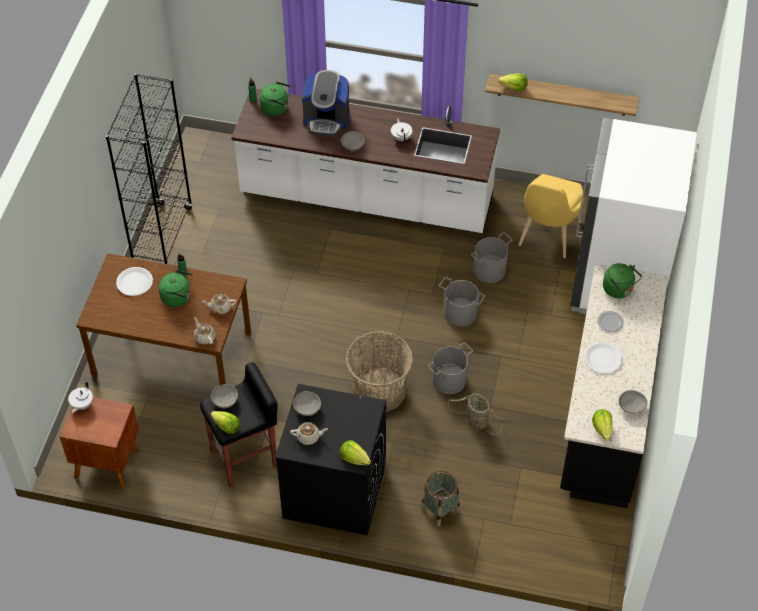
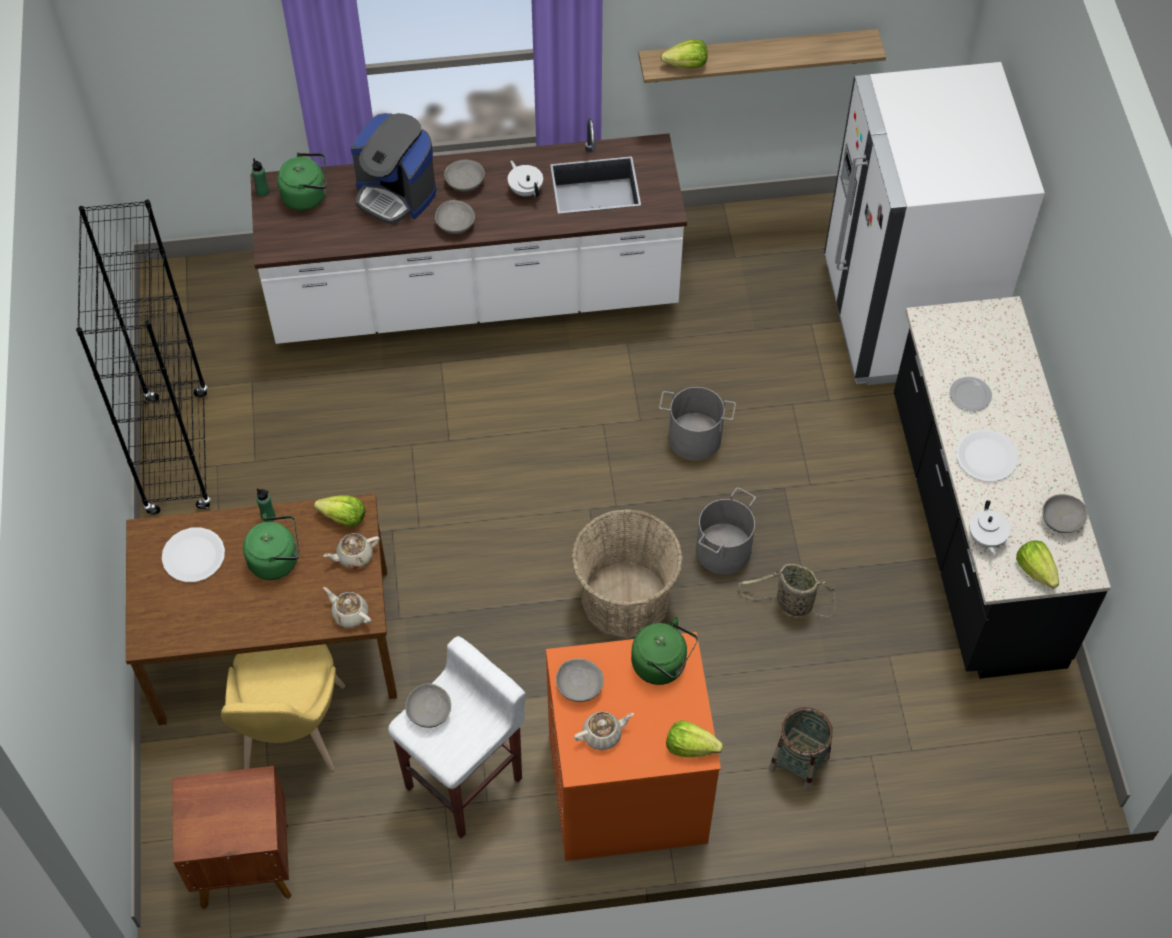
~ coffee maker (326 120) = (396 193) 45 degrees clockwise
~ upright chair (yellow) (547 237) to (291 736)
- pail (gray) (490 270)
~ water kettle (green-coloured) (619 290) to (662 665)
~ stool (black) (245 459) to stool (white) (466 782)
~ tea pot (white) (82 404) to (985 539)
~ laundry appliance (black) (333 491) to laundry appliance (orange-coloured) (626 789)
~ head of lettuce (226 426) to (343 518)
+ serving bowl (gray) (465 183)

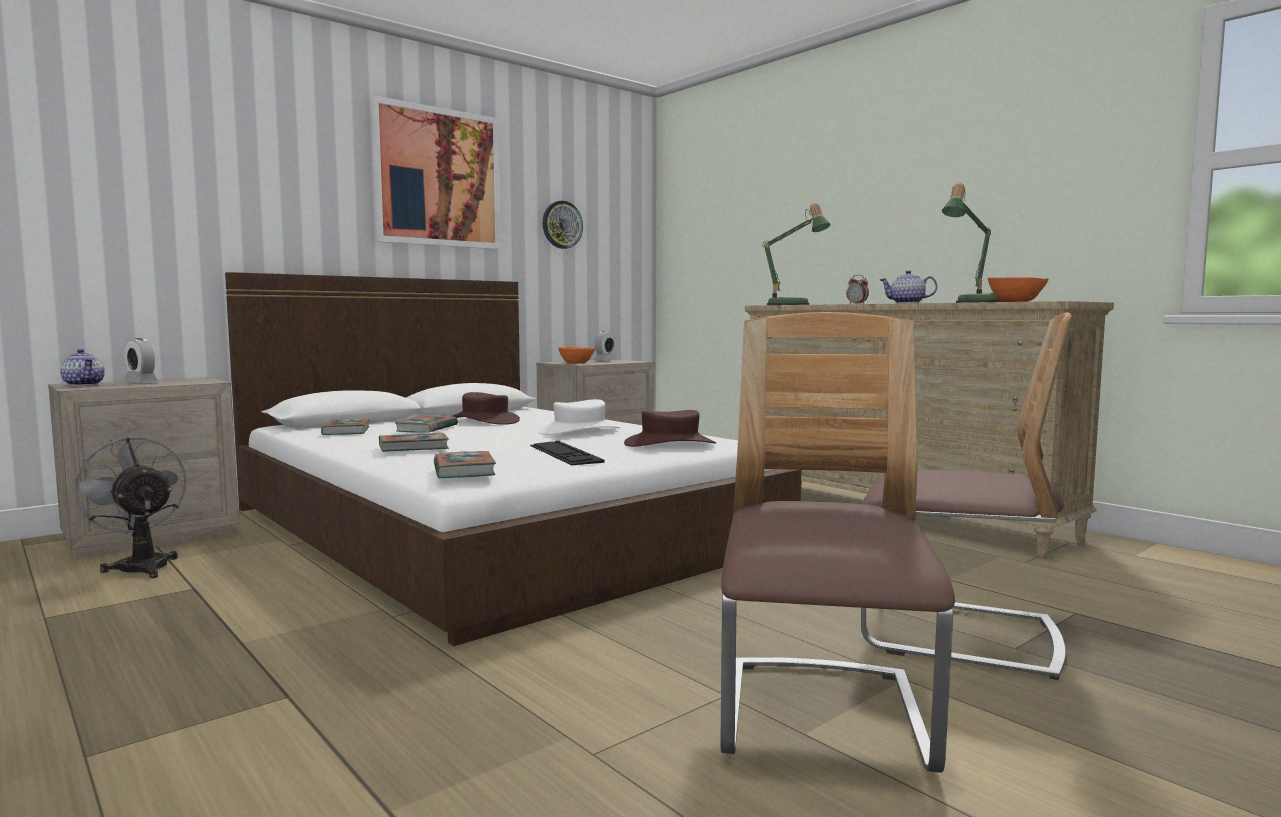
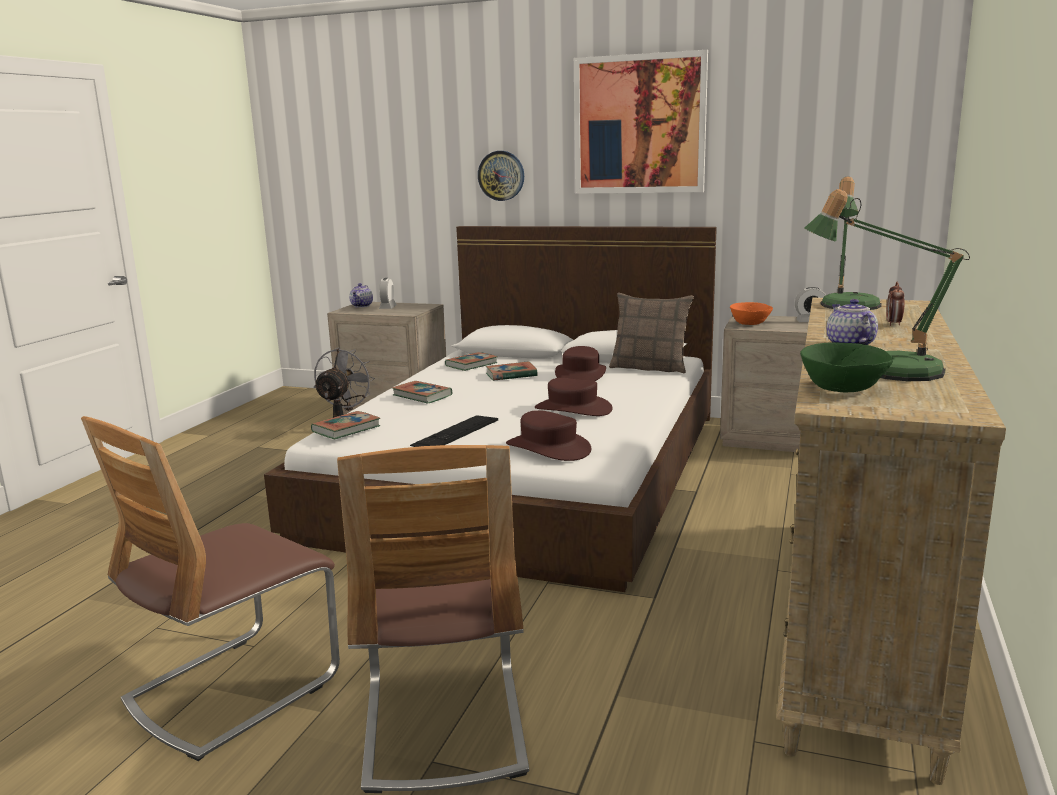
~ hanging clock (562 225) to (501 175)
~ serving bowl (orange-coloured) (1016 301) to serving bowl (green-coloured) (841 388)
~ upright chair (822 718) = (233 689) 150 degrees clockwise
~ wearable hat (white) (579 431) to wearable hat (brown-coloured) (573 409)
+ pillow (650 368)

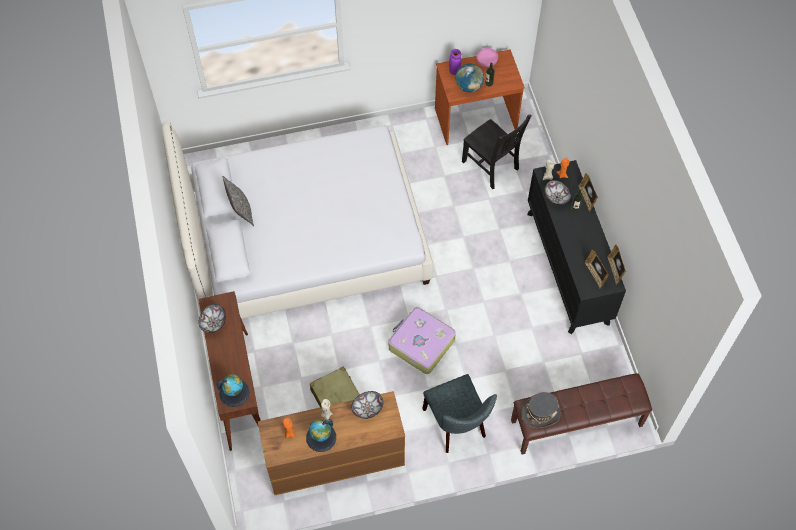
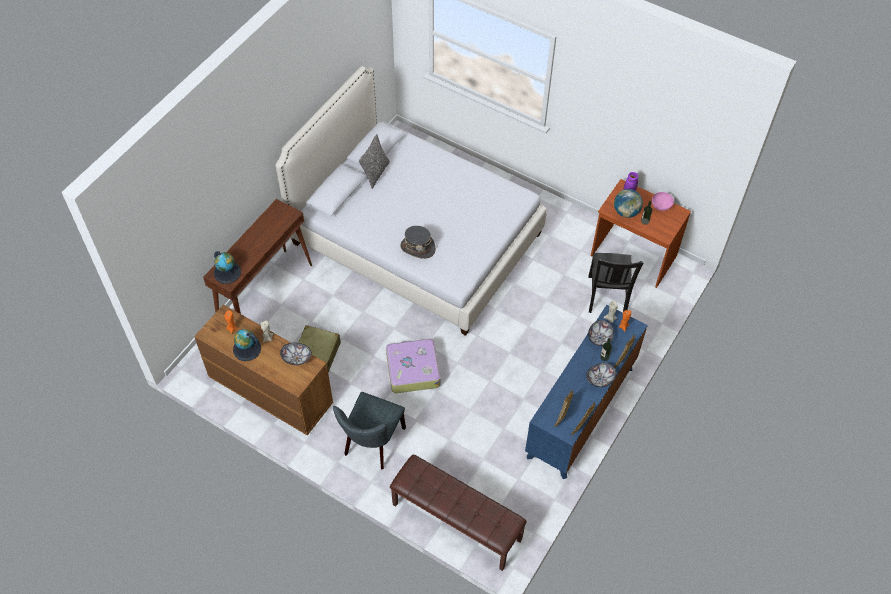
~ dresser (black) (568 267) to dresser (blue) (580 412)
~ serving bowl (213 322) to (599 379)
~ wearable hat (gray) (541 413) to (418 247)

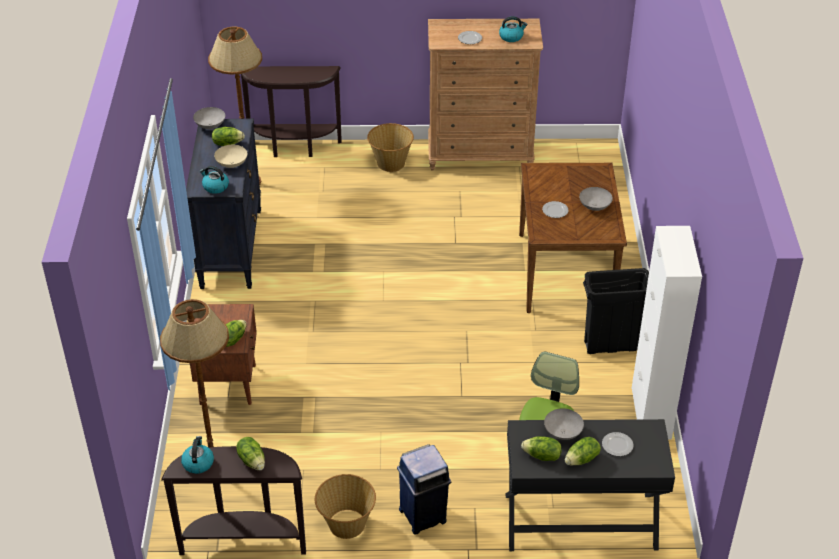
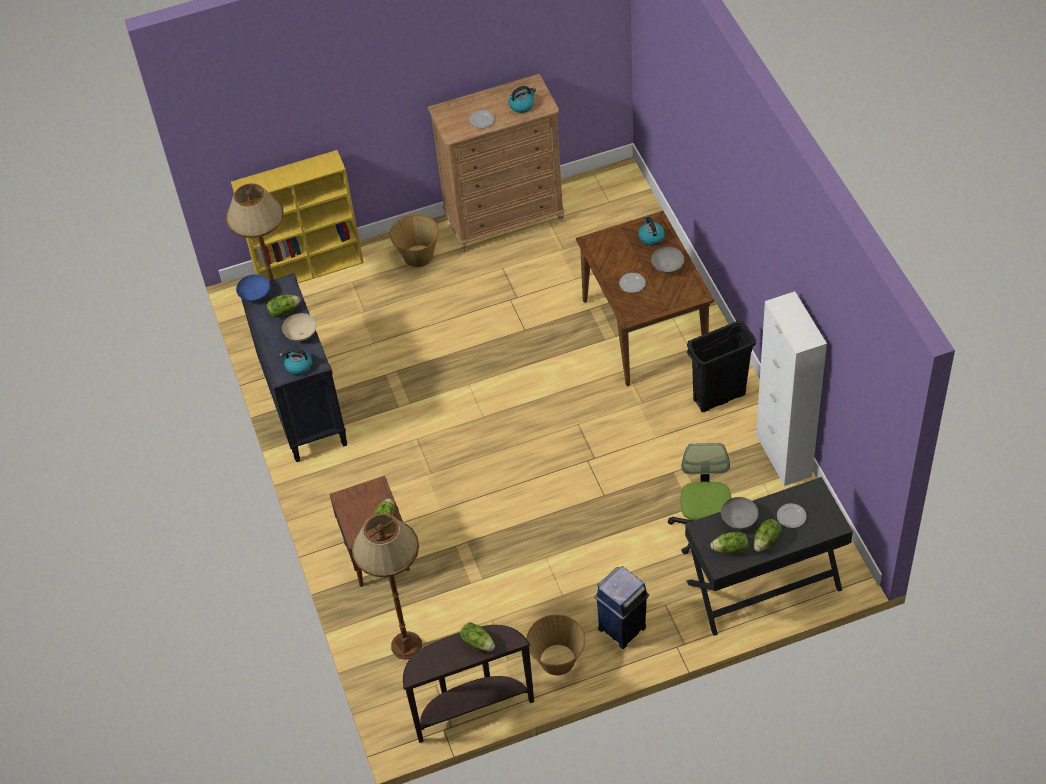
~ hall table (brown-coloured) (294 148) to bookshelf (yellow) (310 268)
~ serving bowl (gray) (210 125) to serving bowl (blue) (254 295)
~ water kettle (198 463) to (651 237)

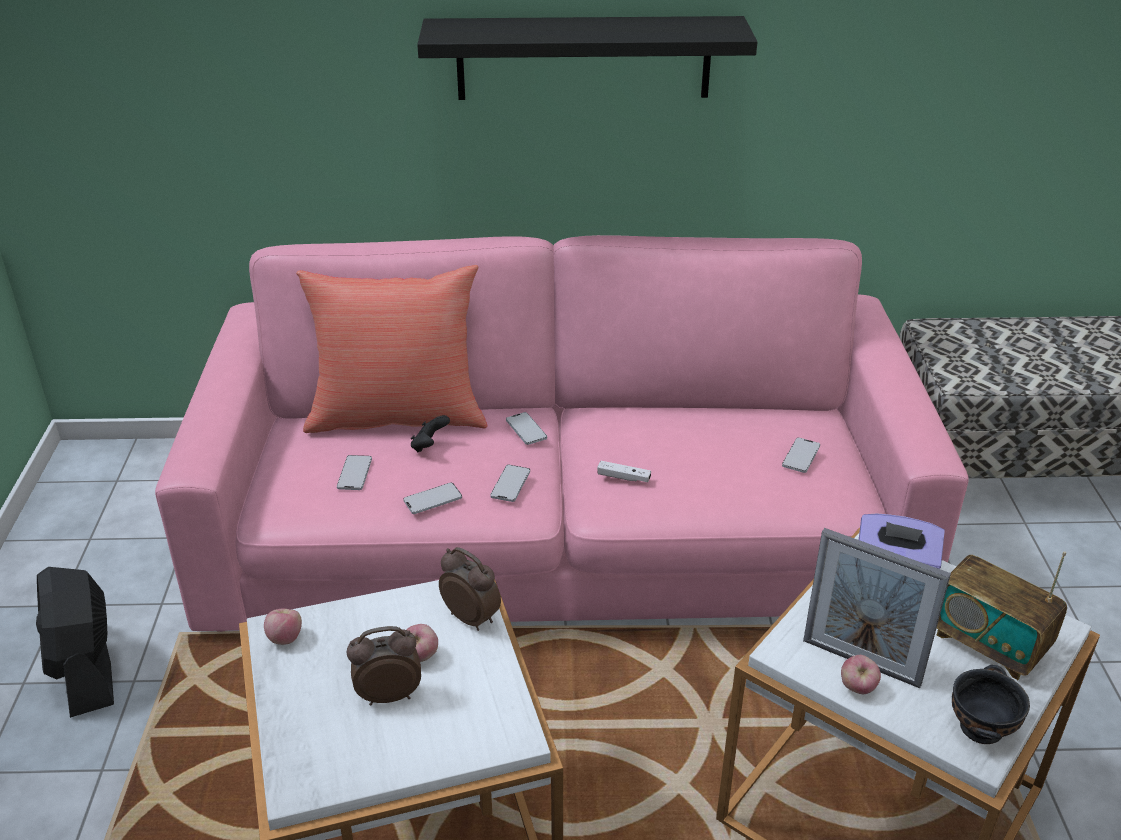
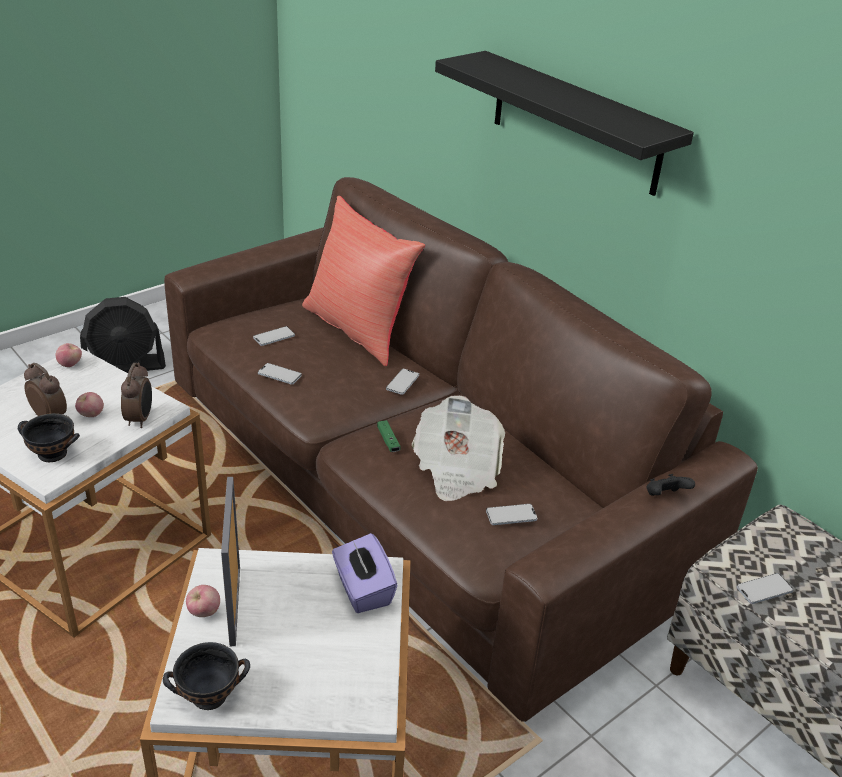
~ couch (pink) (560 529) to couch (brown-coloured) (415 479)
~ gamepad (black) (429 446) to (665 497)
~ gamepad (white) (623 477) to gamepad (green-coloured) (388 440)
~ handset (510 484) to (764 589)
- radio receiver (988 644)
~ fan (black) (86 669) = (125 366) 135 degrees counterclockwise
+ printed paper (456 469)
+ serving bowl (black) (52 453)

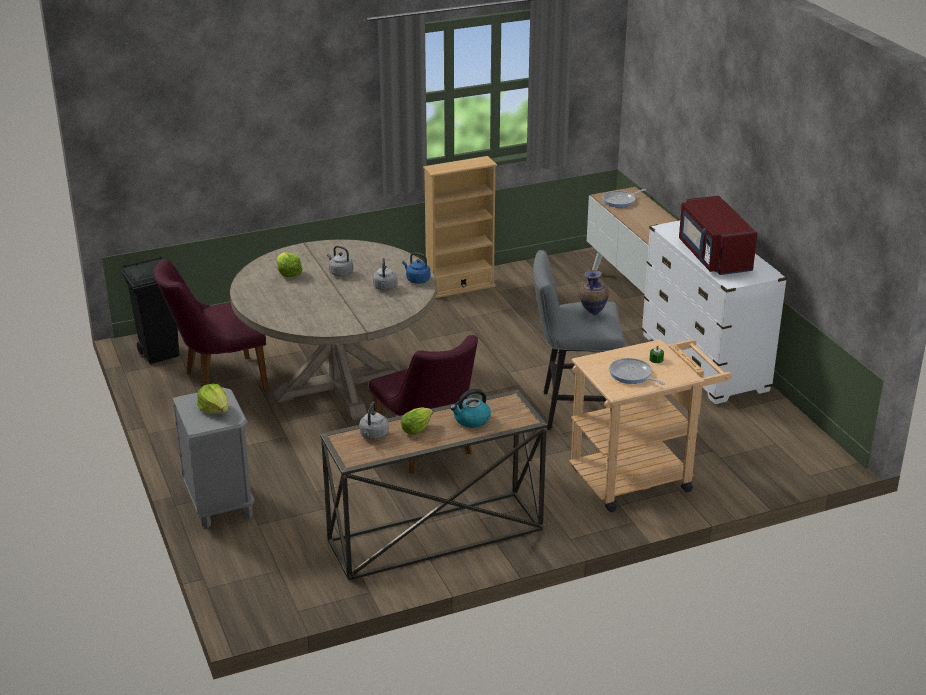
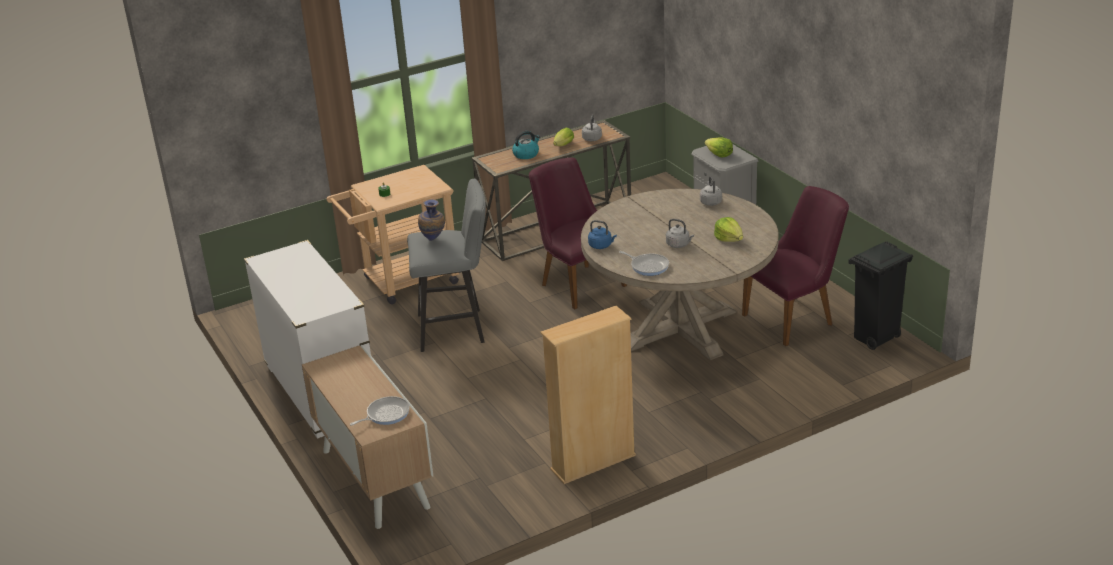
- microwave (red) (713 256)
~ water kettle (gray) (385 288) to (710 202)
~ frying pan (632 375) to (648 266)

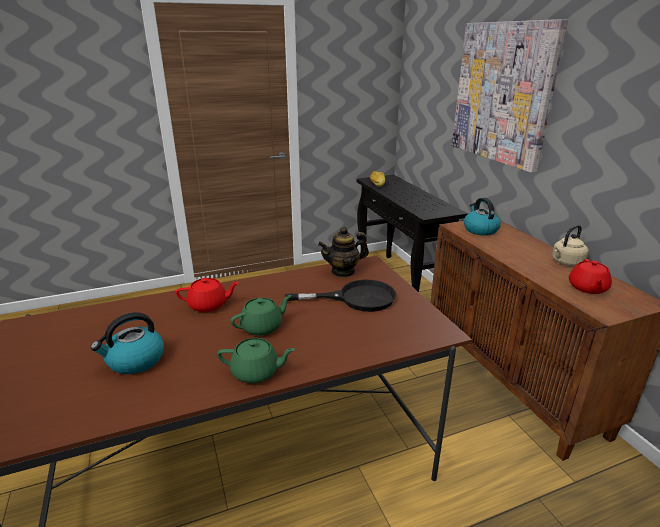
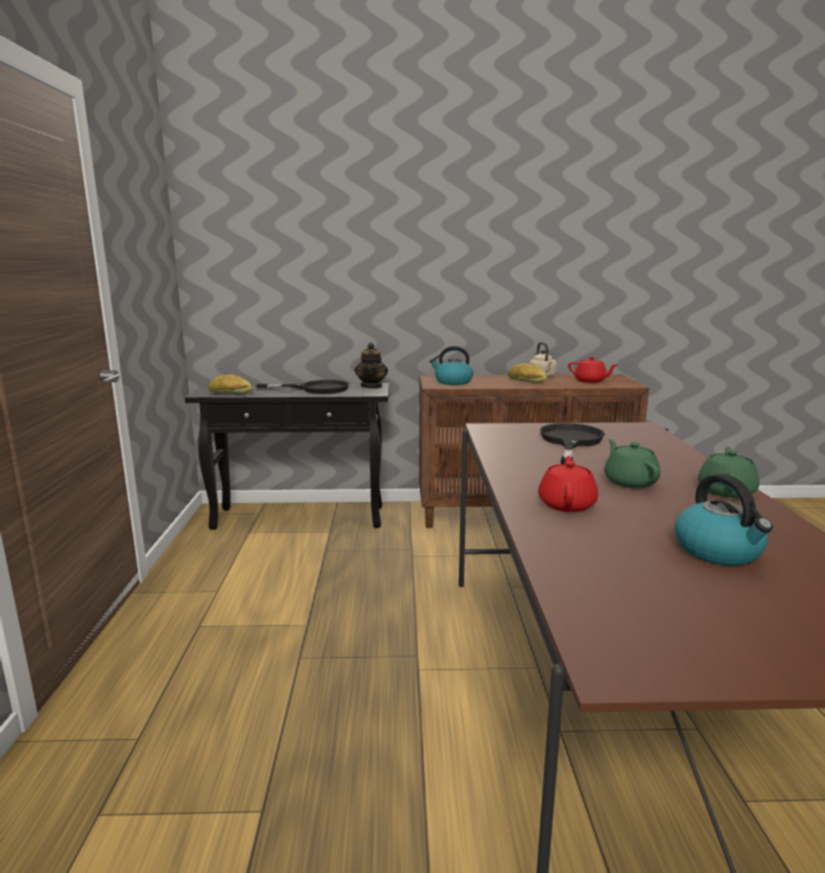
- wall art (503 93)
~ tea pot (343 271) to (372 386)
+ baked bread (526 381)
+ frying pan (black) (316 389)

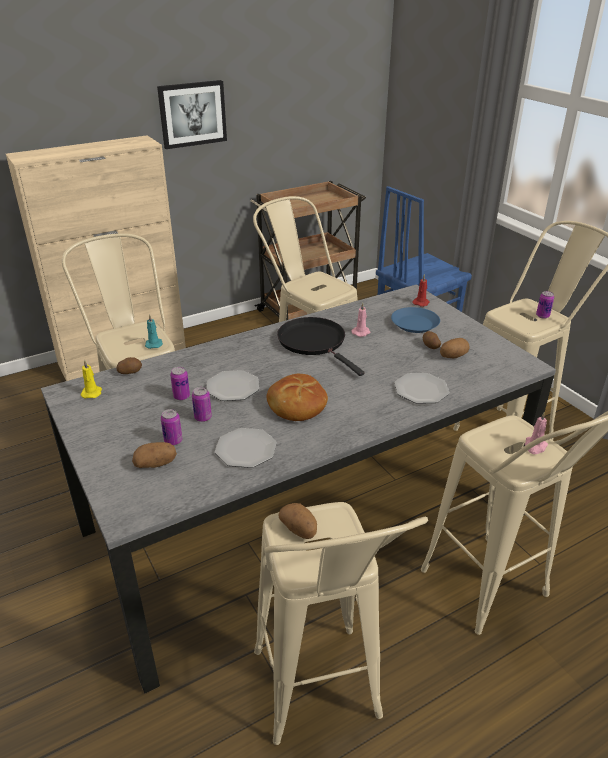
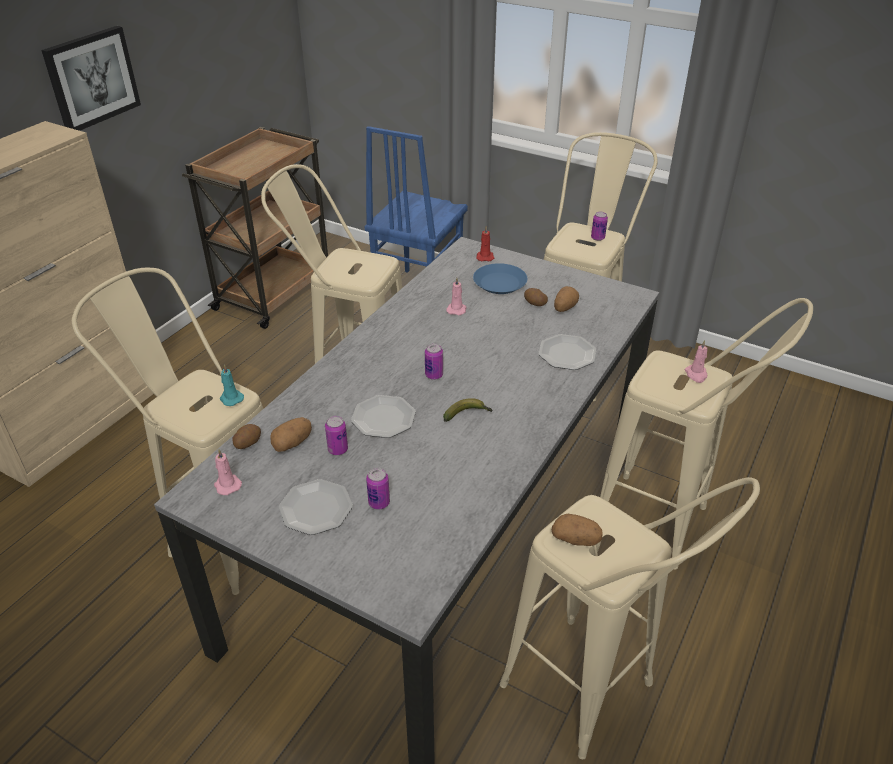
- frying pan (black) (314 342)
~ candle (yellow) (92 392) to candle (pink) (227 485)
~ baked bread (296 406) to banana (467 414)
~ sealed can (203 417) to (434 375)
~ flat dish (245 450) to (315 509)
~ whole potato (156 464) to (292 443)

